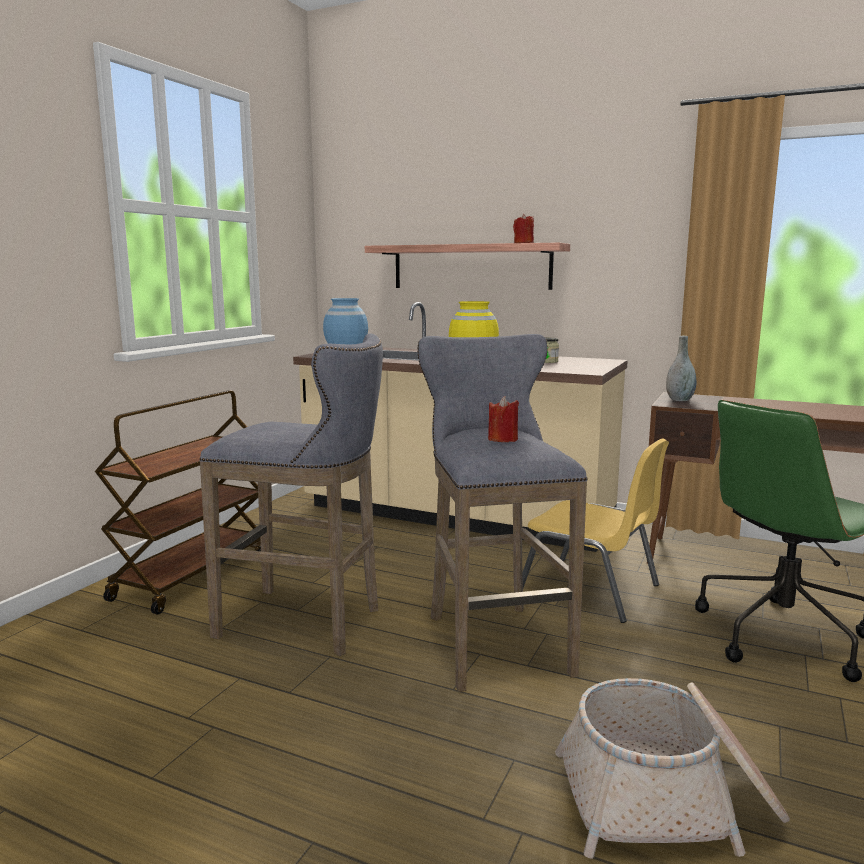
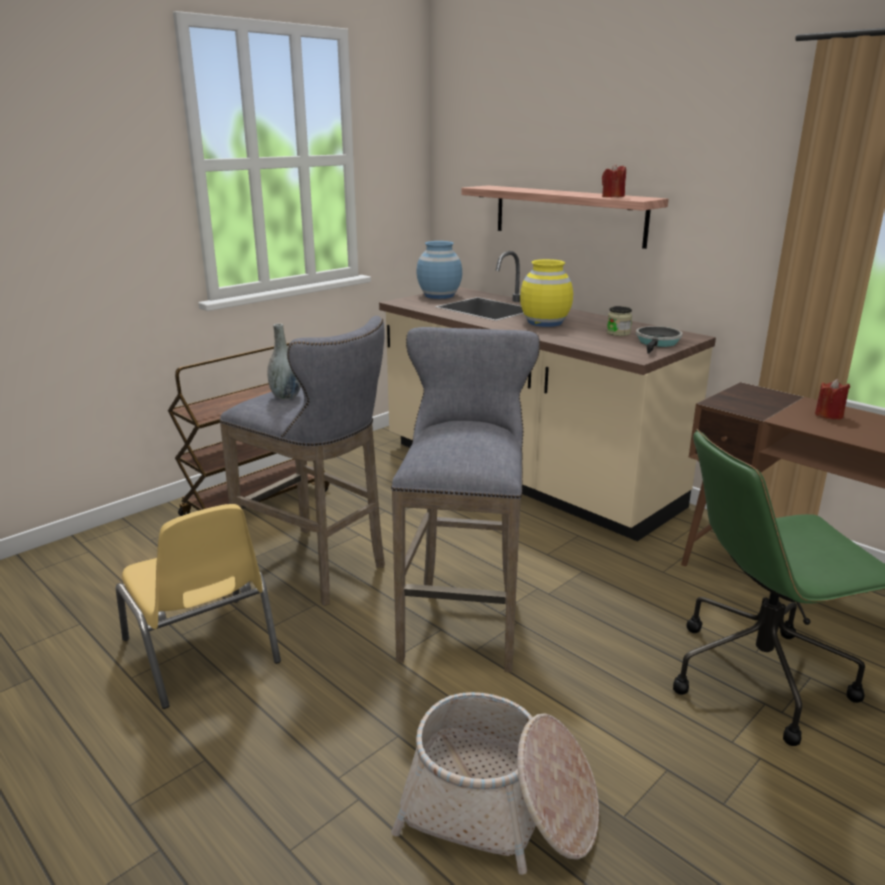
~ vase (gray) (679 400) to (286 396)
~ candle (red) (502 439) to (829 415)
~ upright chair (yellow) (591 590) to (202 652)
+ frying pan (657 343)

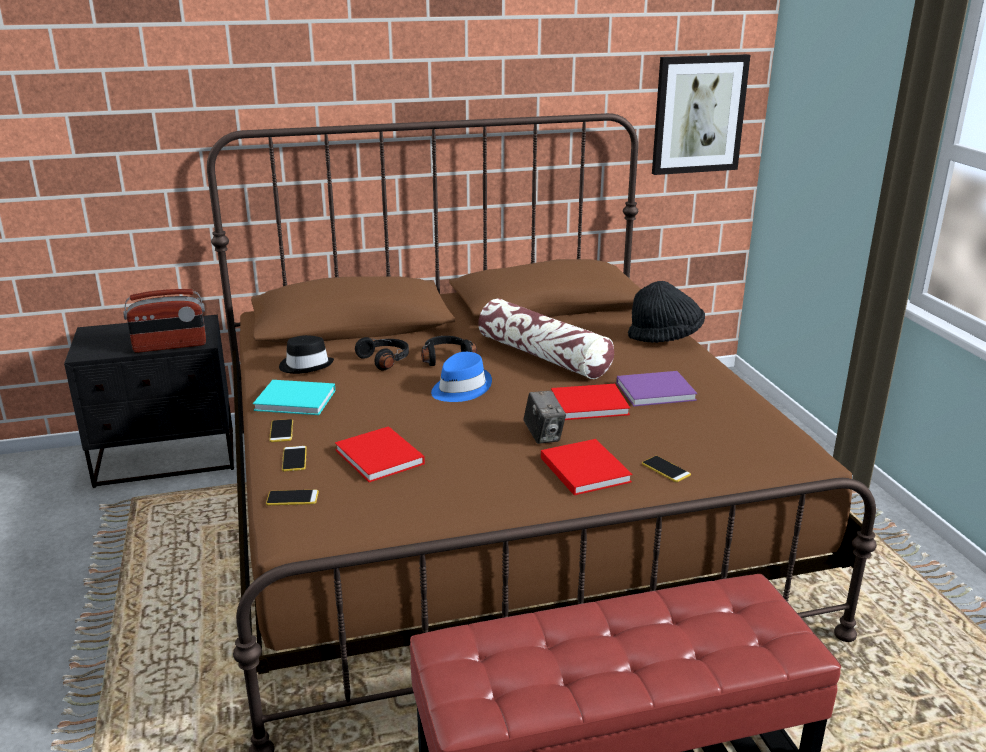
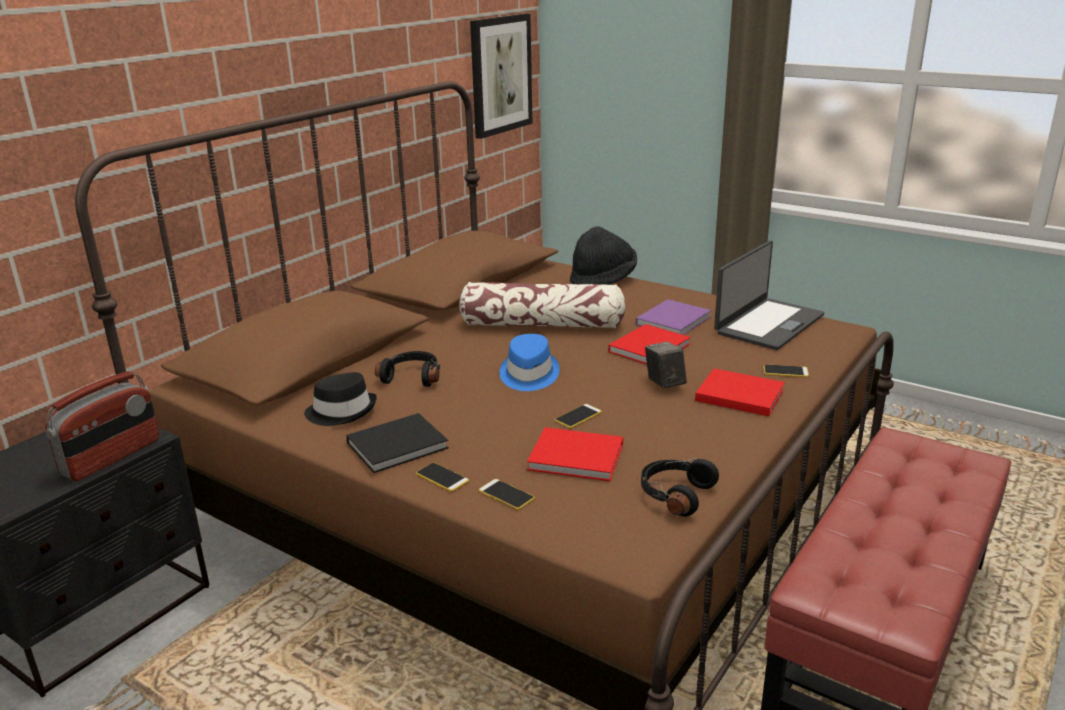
~ headphones (black) (446 357) to (674 494)
~ bound book (turquoise) (297 400) to bound book (black) (400 445)
~ still camera (543 436) = (664 384) 135 degrees counterclockwise
~ handset (292 498) to (578 417)
+ laptop (768 324)

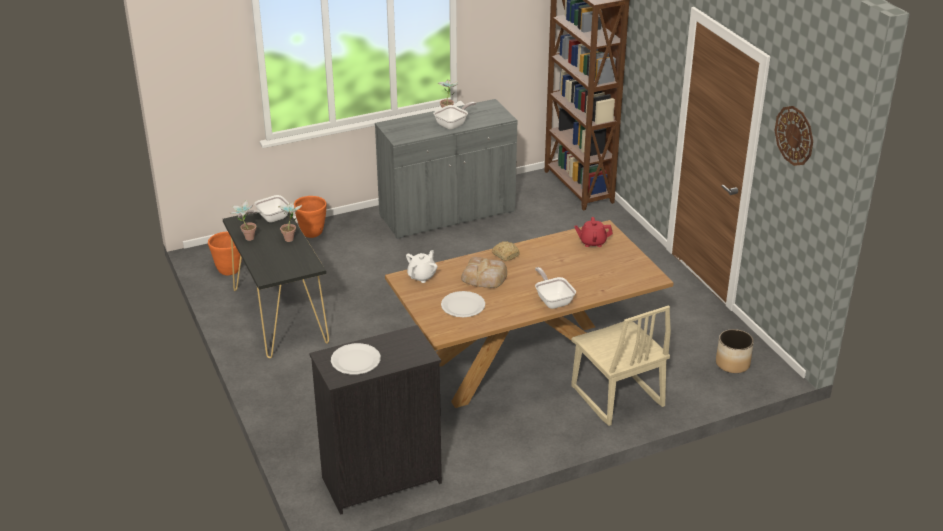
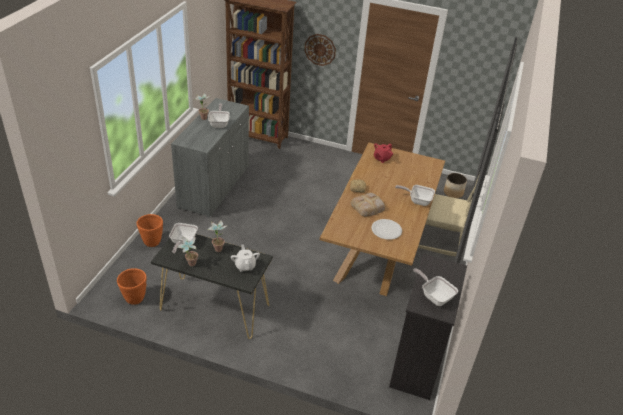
~ hanging clock (794 135) to (320 49)
~ tea pot (white) (422 276) to (245 266)
~ flat dish (white) (356 360) to frying pan (434 296)

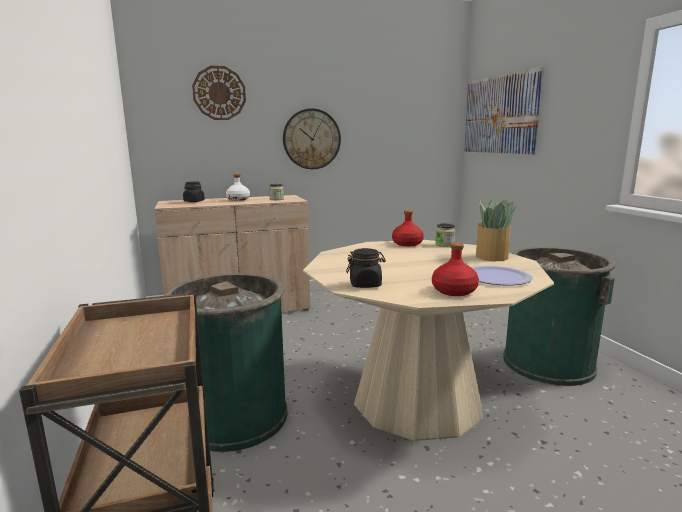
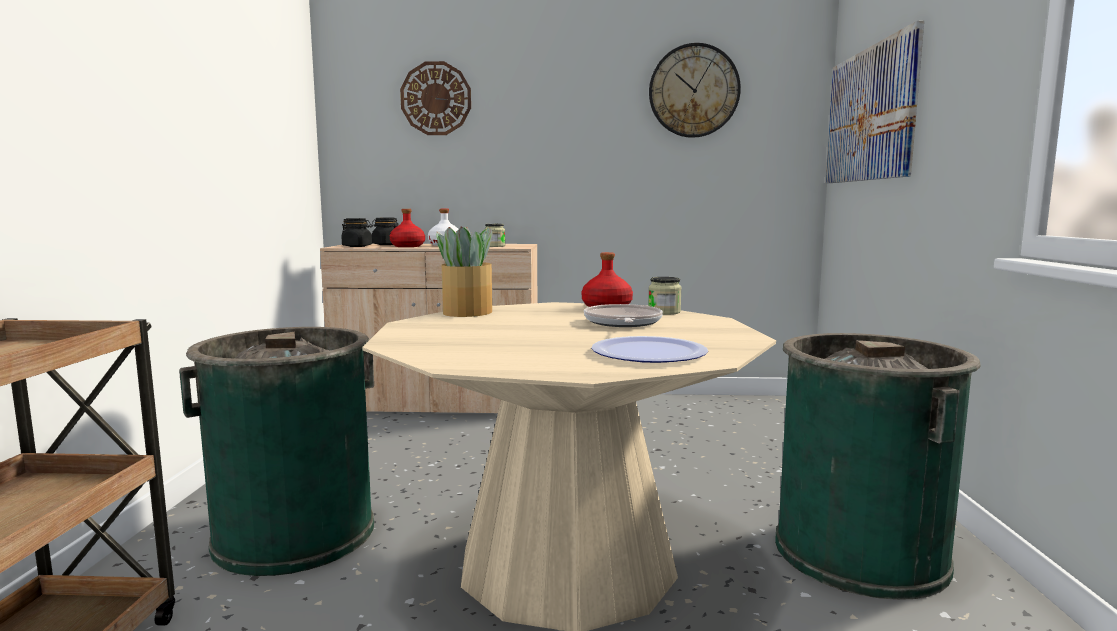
~ hanging clock (311 139) to (694 91)
~ potted plant (492 256) to (468 312)
~ bottle (red) (454 291) to (408 246)
~ jar (black) (365 284) to (357 246)
+ frying pan (622 323)

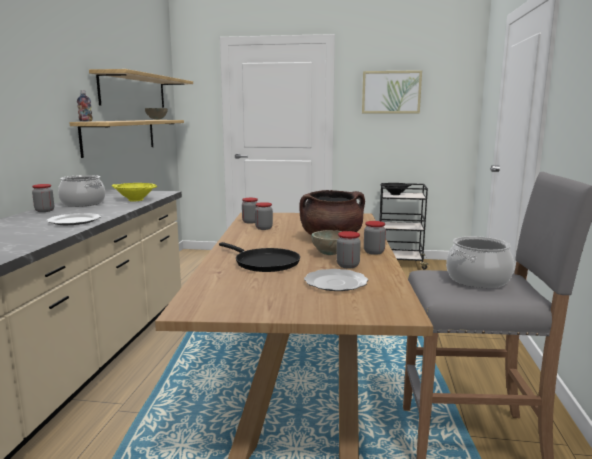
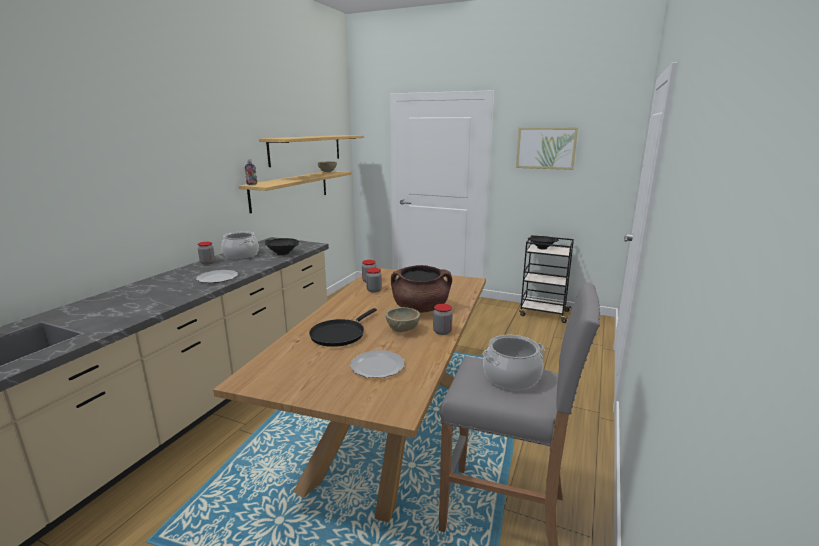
~ serving bowl (yellow) (136 200) to serving bowl (black) (283 254)
- jar (348 265)
~ frying pan (black) (264 263) = (340 334) 60 degrees clockwise

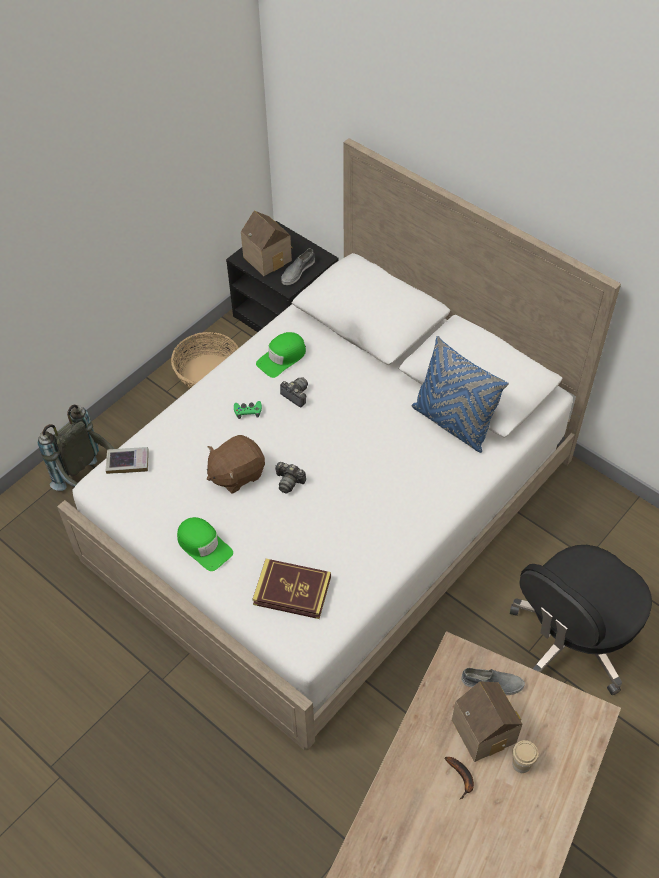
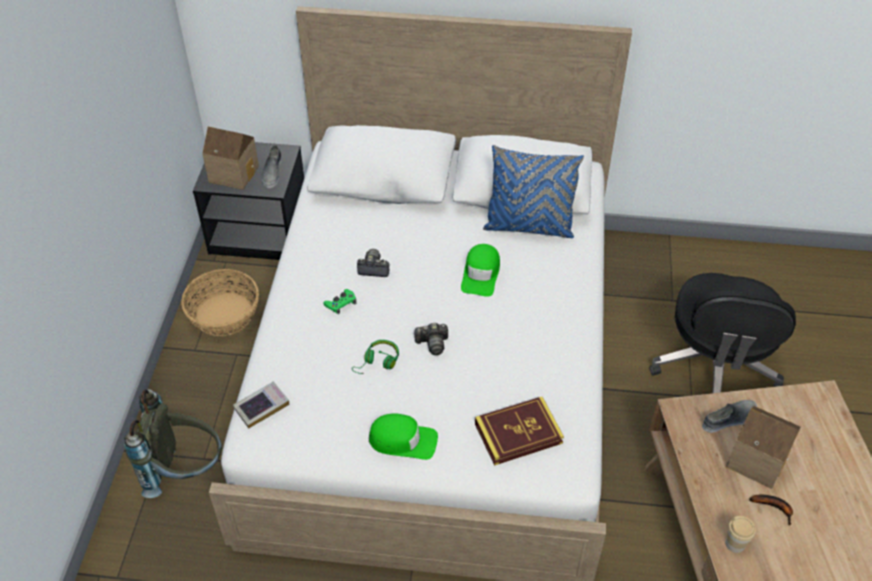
~ cap (green-coloured) (282 358) to (481 274)
~ plush toy (brown-coloured) (236 474) to headphones (green-coloured) (378 362)
~ drinking cup (521 763) to (735 543)

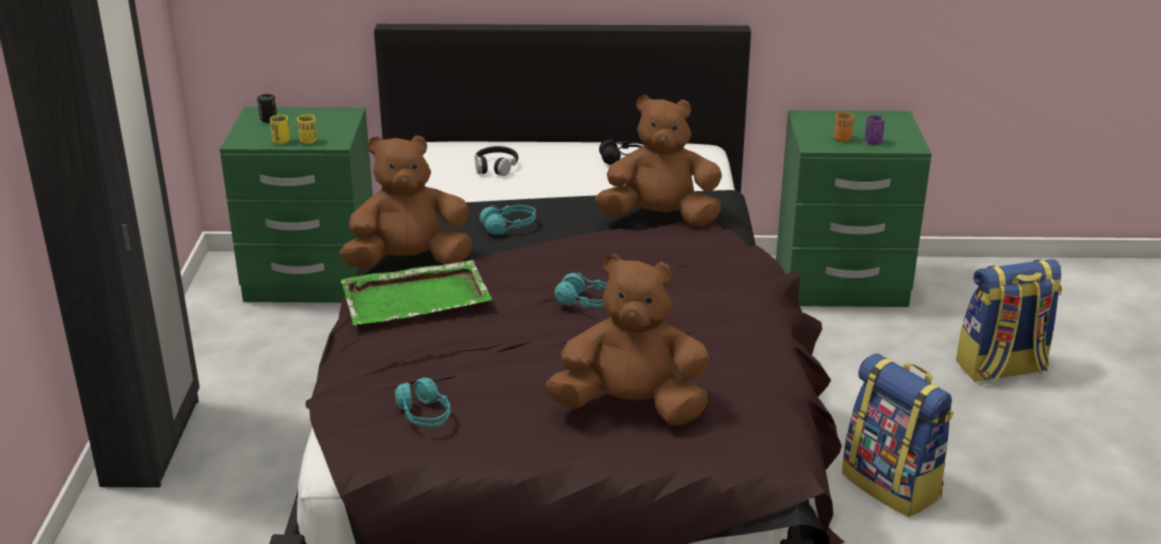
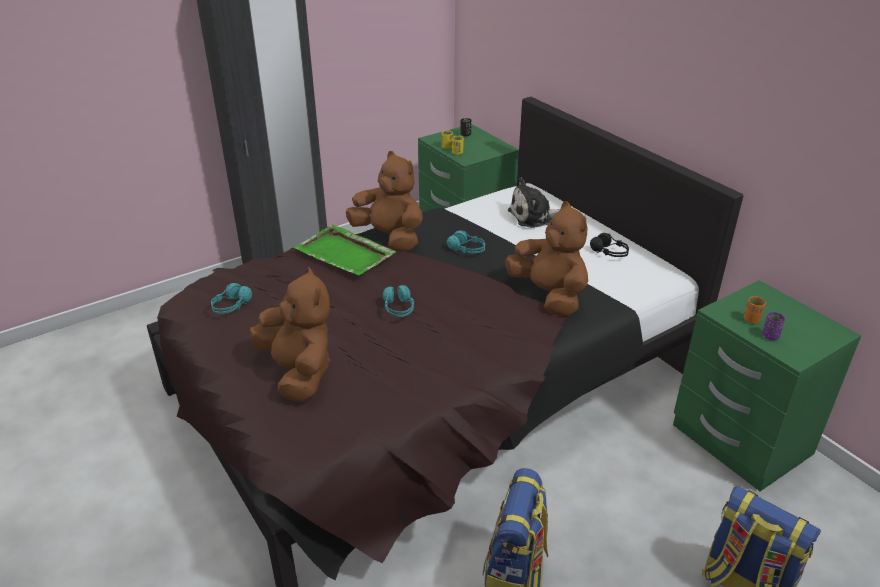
~ headphones (black) (496 167) to plush toy (533 216)

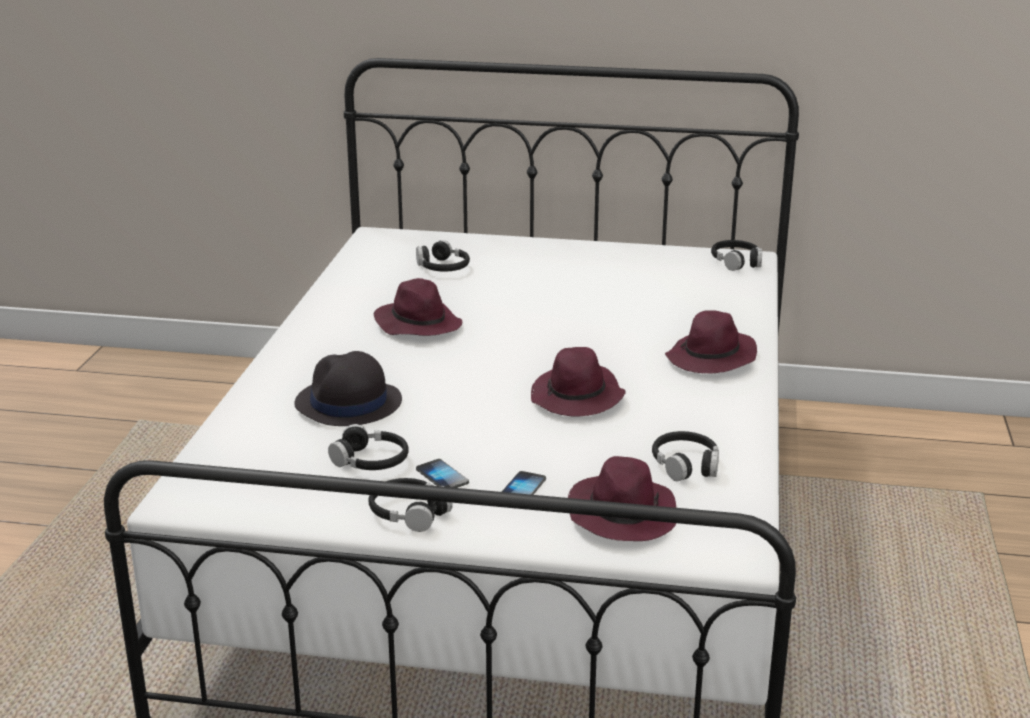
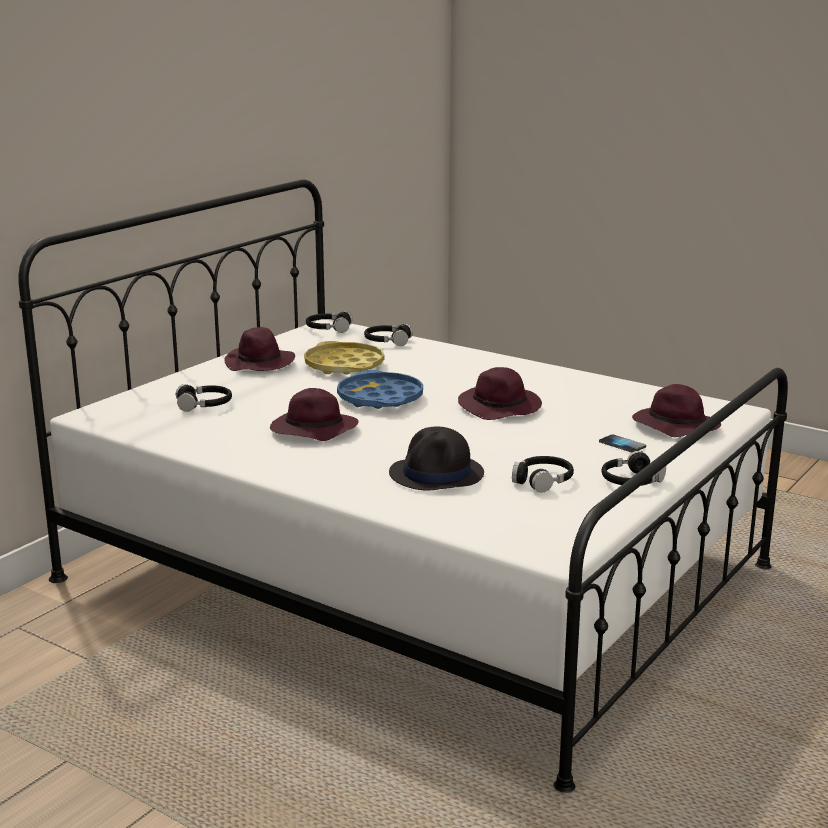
~ wearable hat (purple) (711 359) to (260 364)
~ headphones (black) (686 464) to (387 341)
- handset (442 477)
+ carrying tray (yellow) (344 366)
+ carrying tray (blue) (380 398)

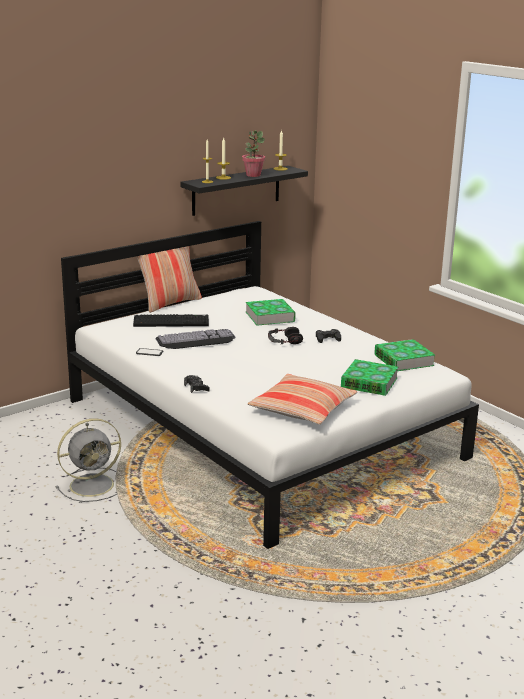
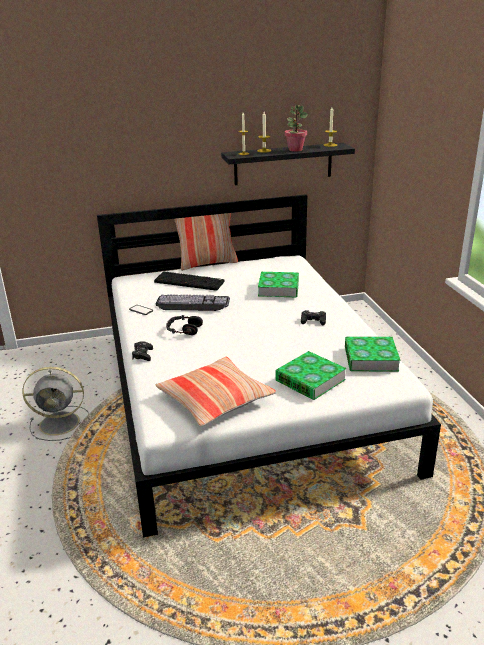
~ headphones (284 341) to (184 329)

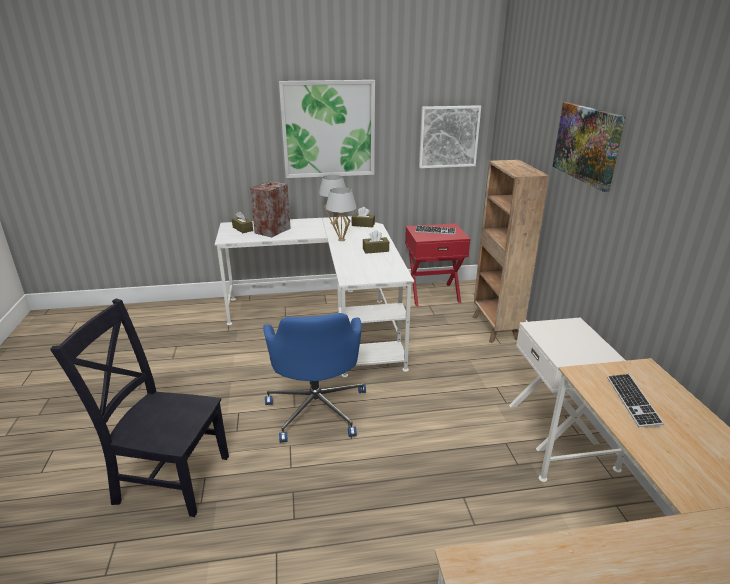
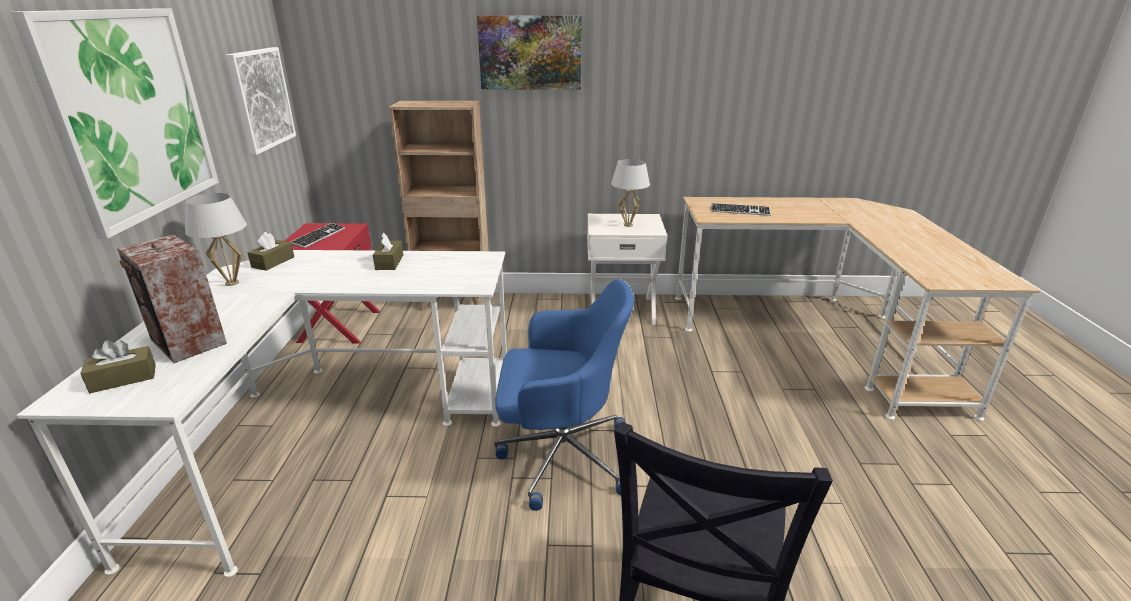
~ table lamp (white) (341 239) to (628 225)

